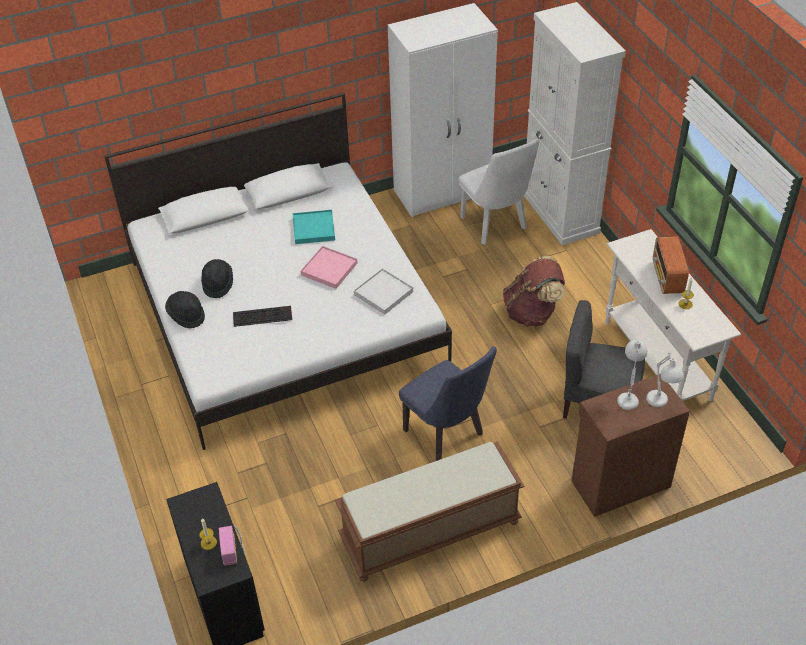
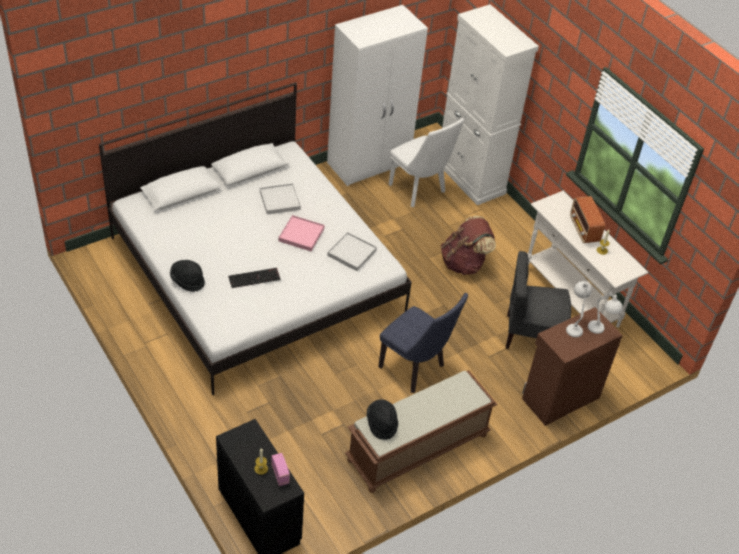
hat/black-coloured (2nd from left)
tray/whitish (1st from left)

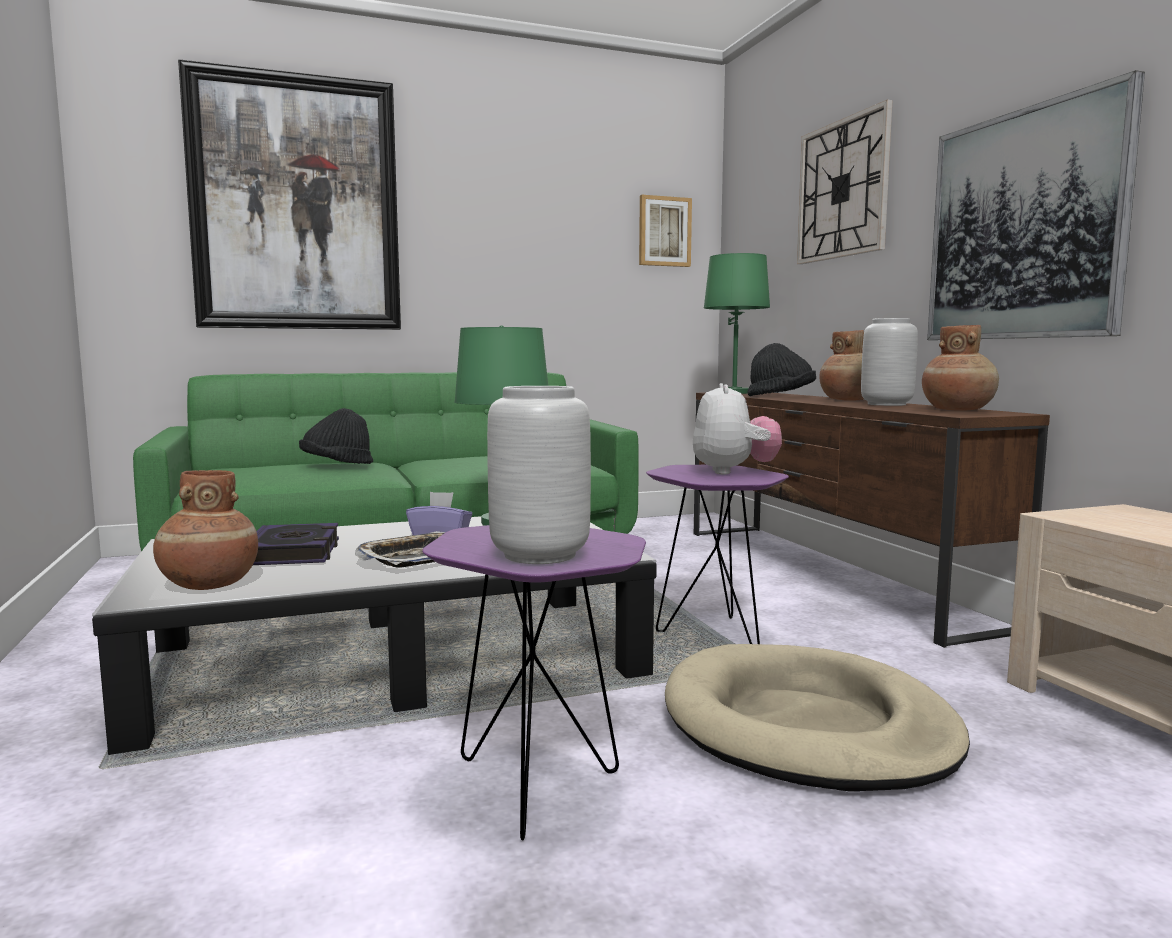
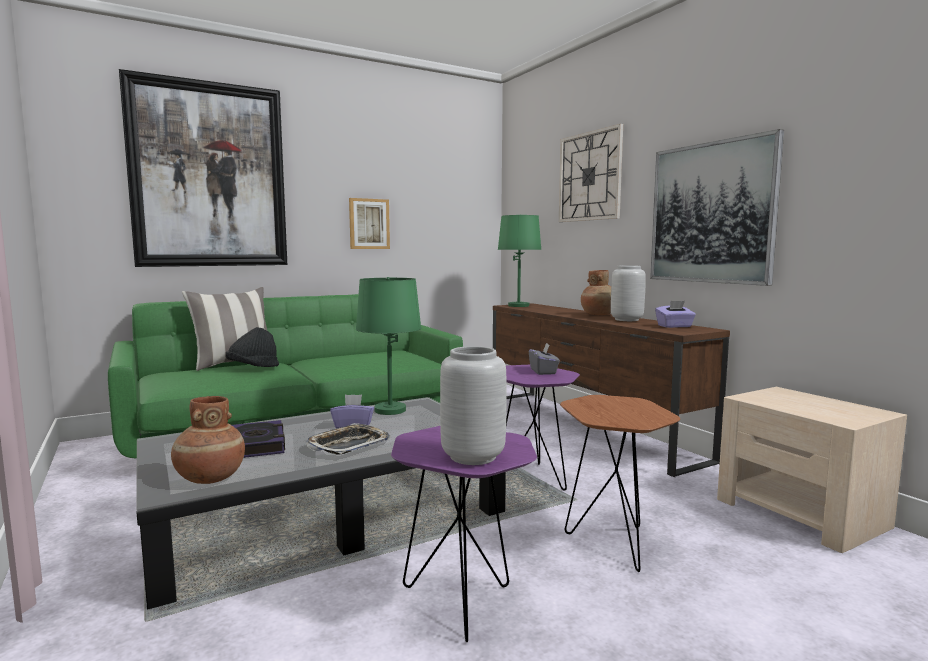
wall art (2nd from left)
end table/brown
tissue holder/gray
hat/black-coloured (2nd from left in the first image)
tissue holder/purple-coloured (2nd from left)
pillow

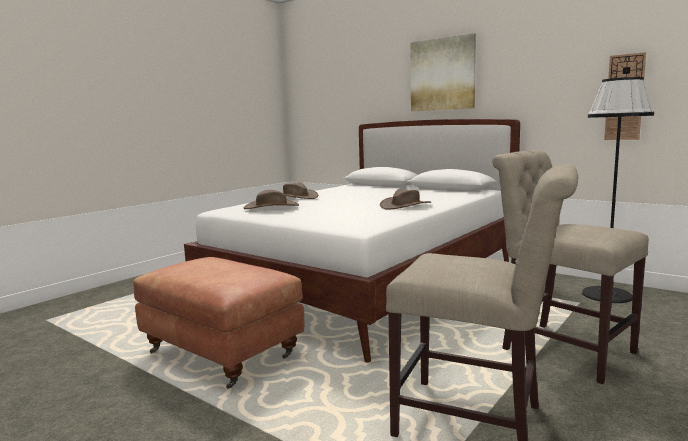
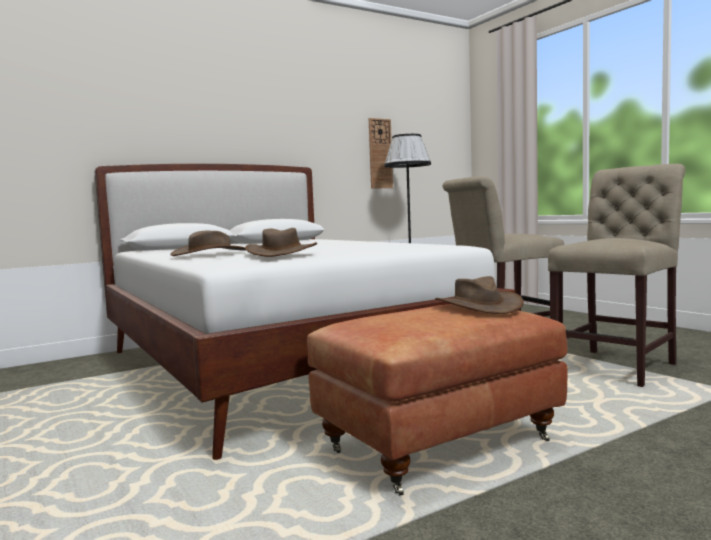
hat/brown (3rd from left)
wall art

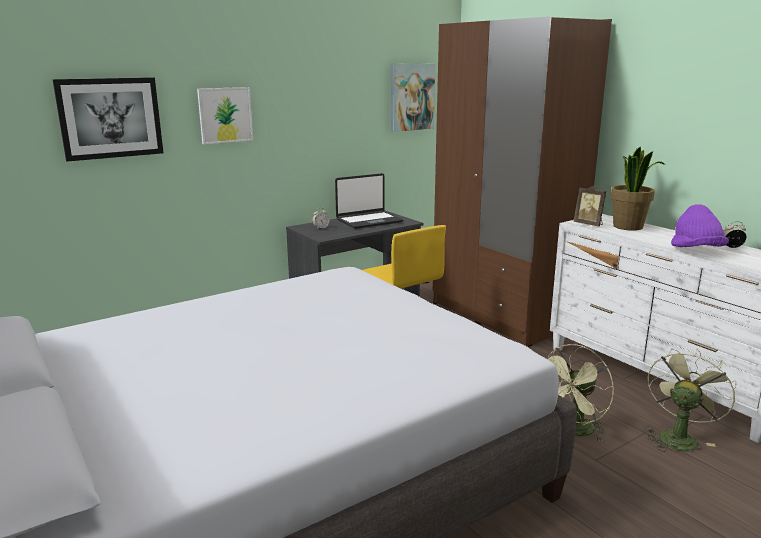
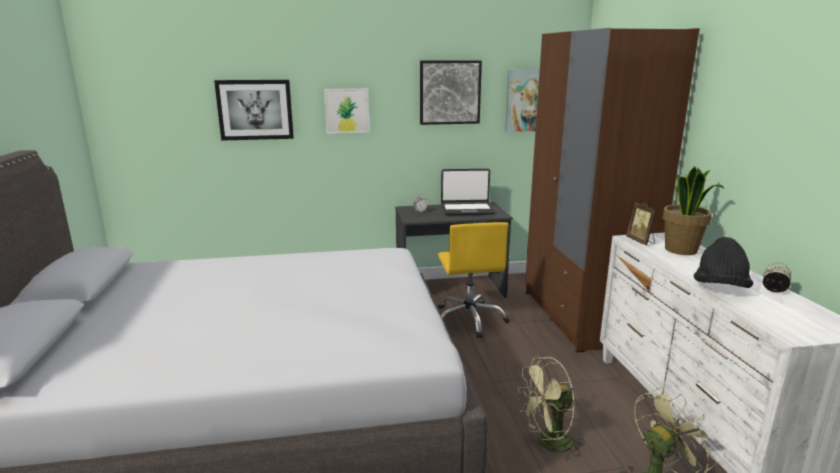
hat/black-coloured
wall art (3rd from left)

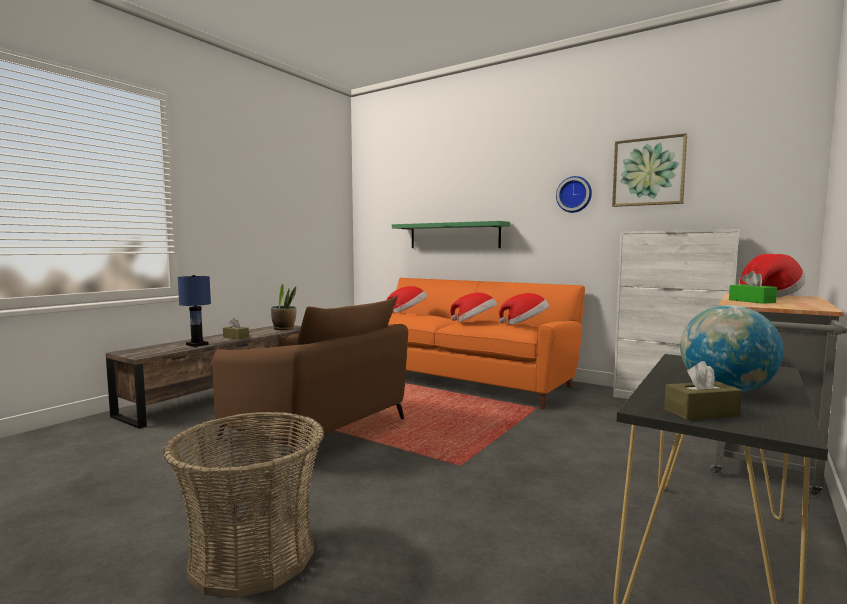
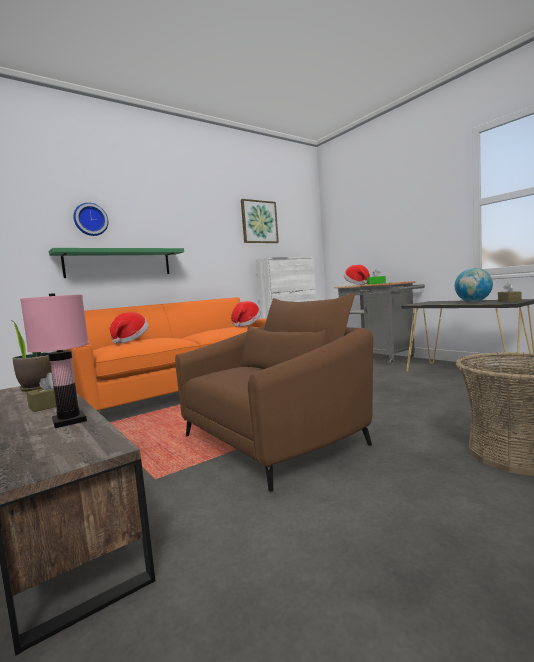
lamp for a table/pinkish
hat (2nd from left in the first image)
clock on the wall

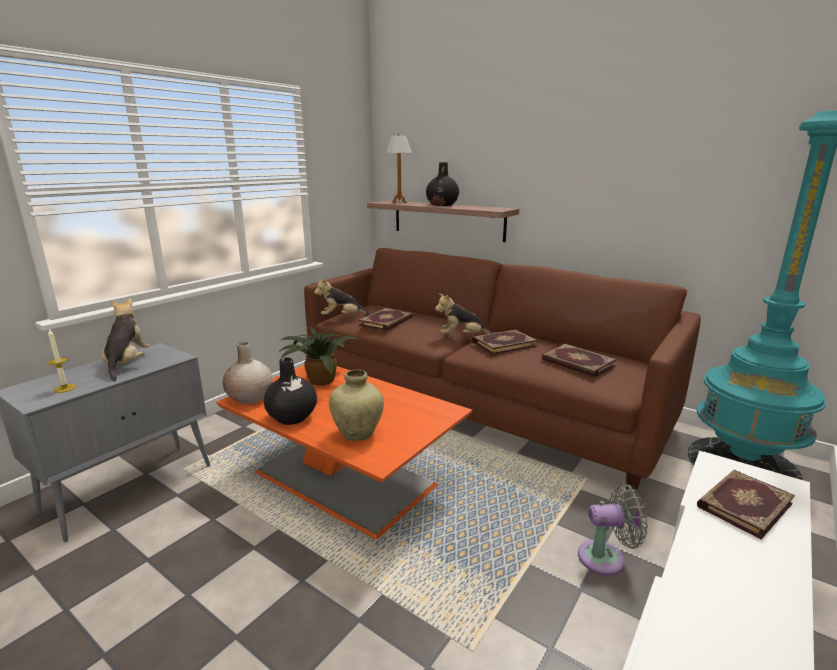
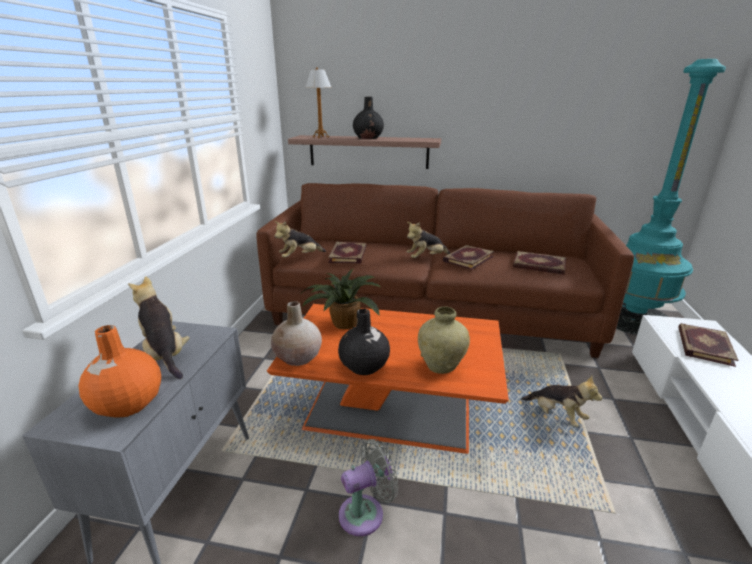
flower vase/orange-coloured
fan/gray
soft toy (4th from left)

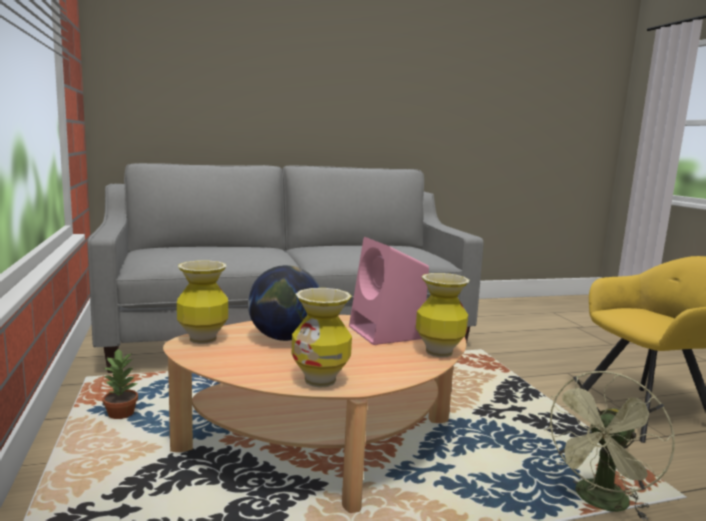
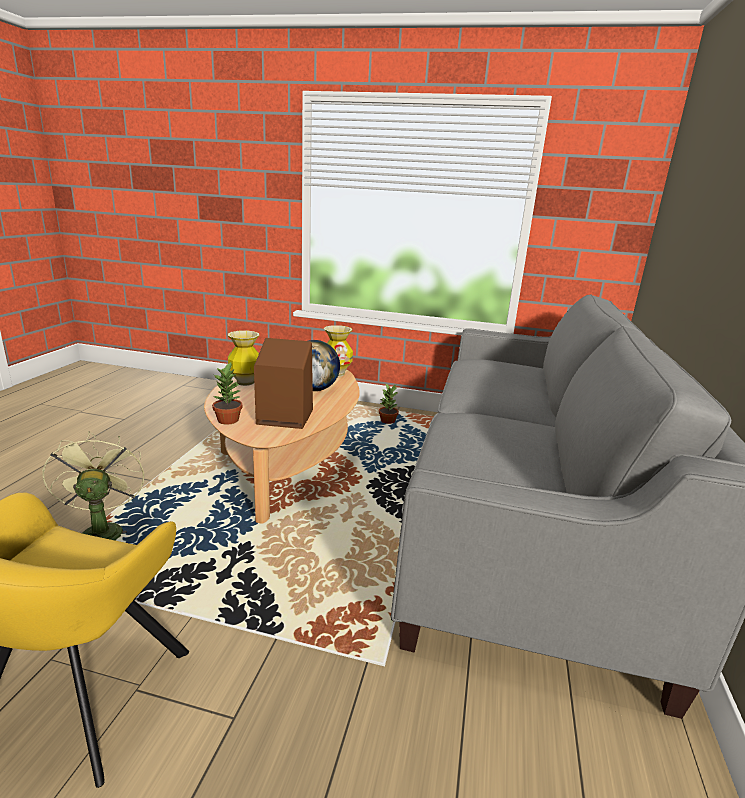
speaker/brown
houseplant (1st from left)

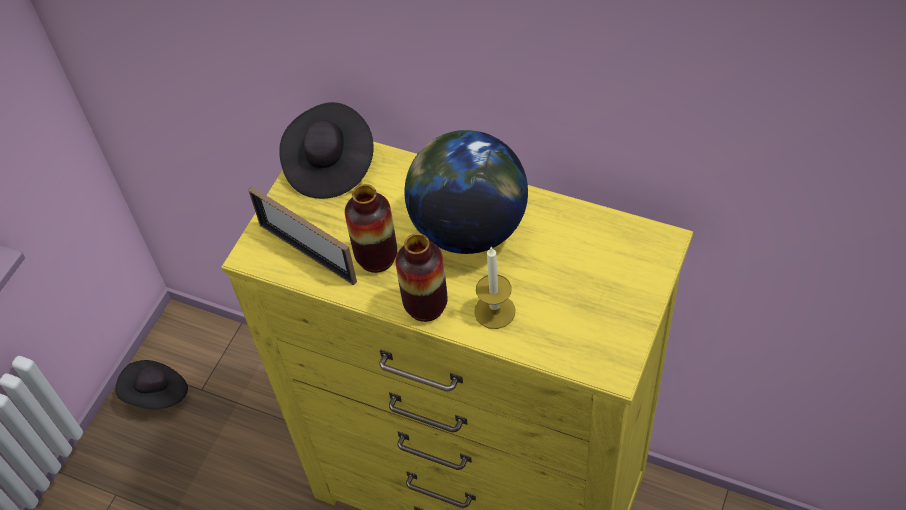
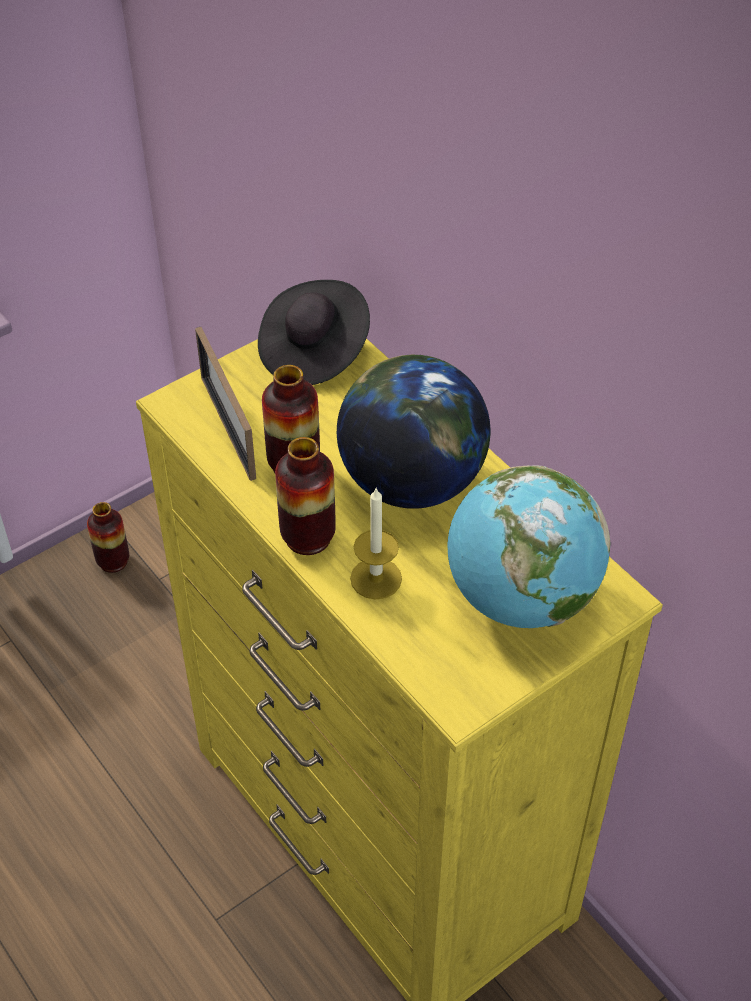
flower vase (1st from left)
globe (2nd from left)

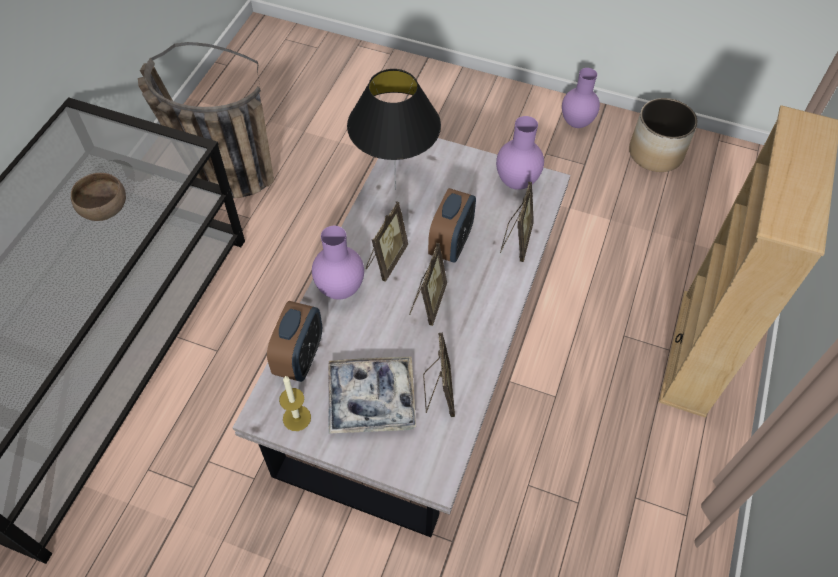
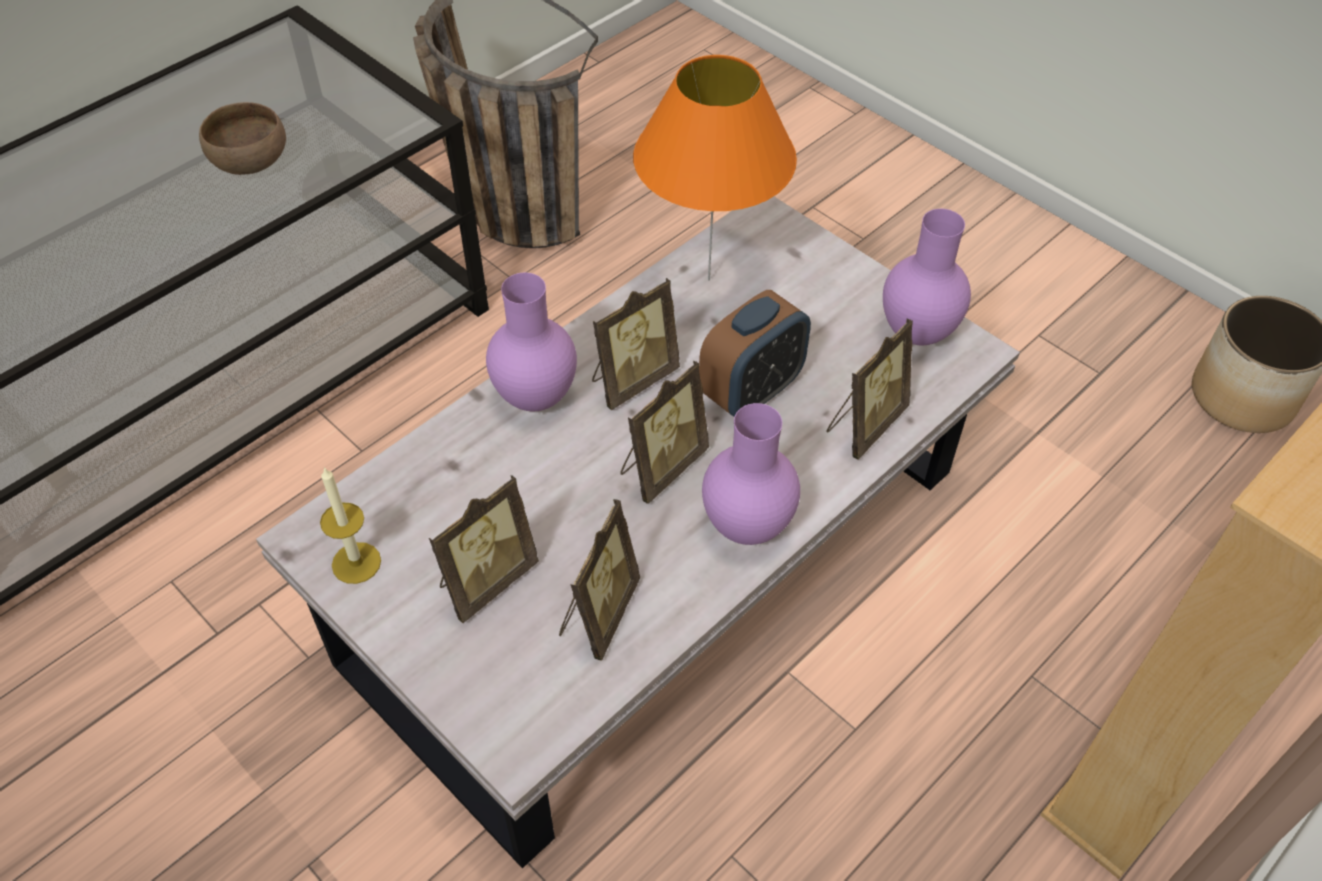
alarm clock (1st from left in the first image)
picture frame (1st from left)
lamp for a table/orange-coloured
flower vase/purple-coloured (2nd from left)

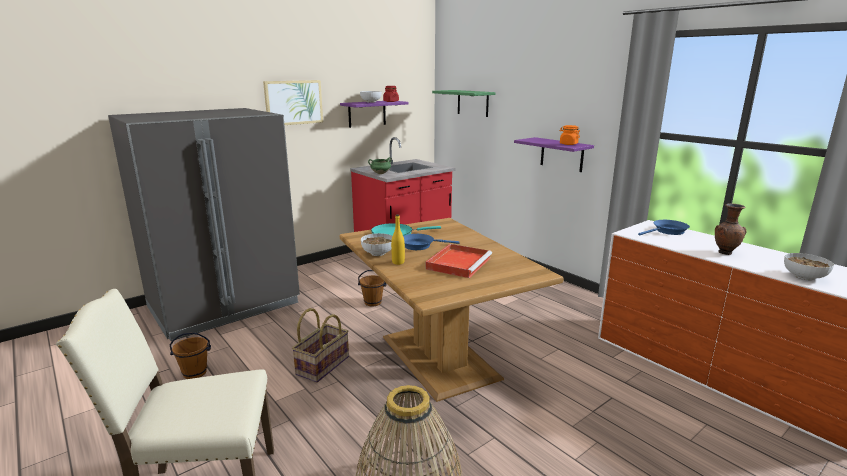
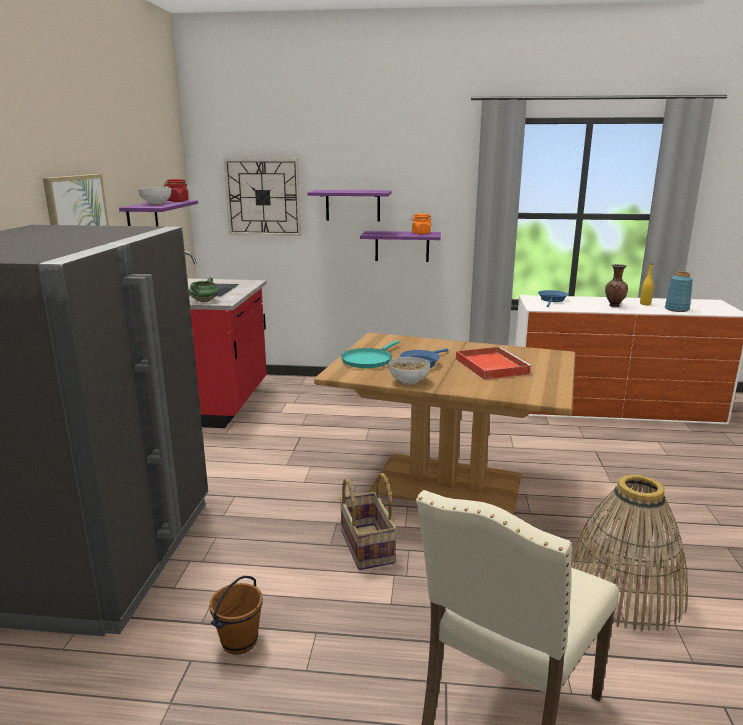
bucket/brown (2nd from left in the first image)
beverage bottle/yellow-coloured
clock on the wall
flower vase/blue
shelf/purple-coloured (2nd from left)

